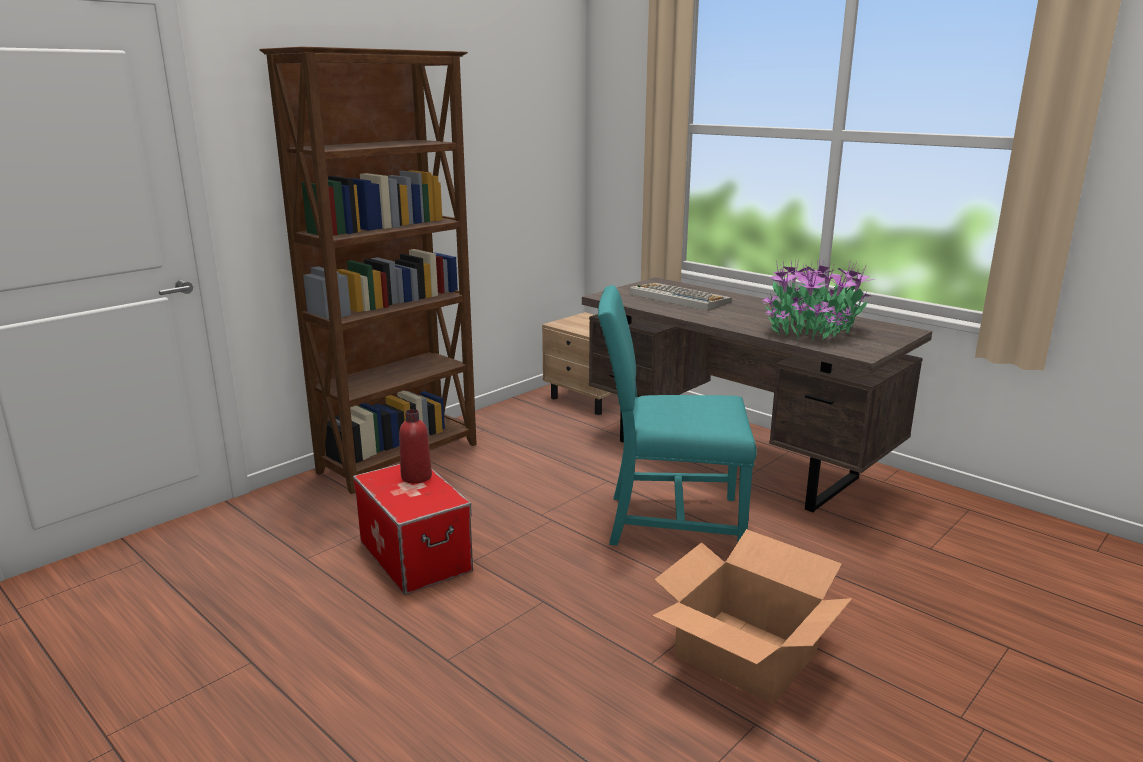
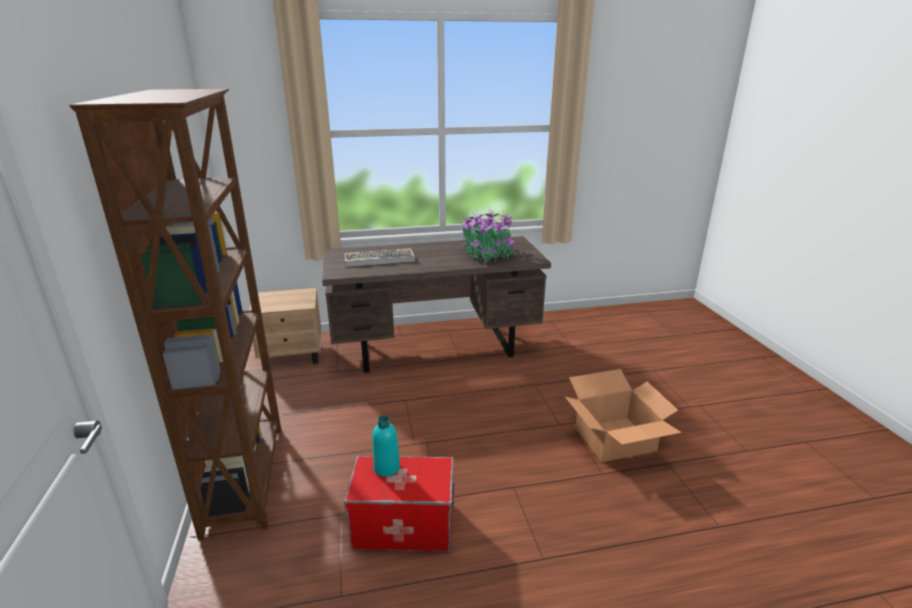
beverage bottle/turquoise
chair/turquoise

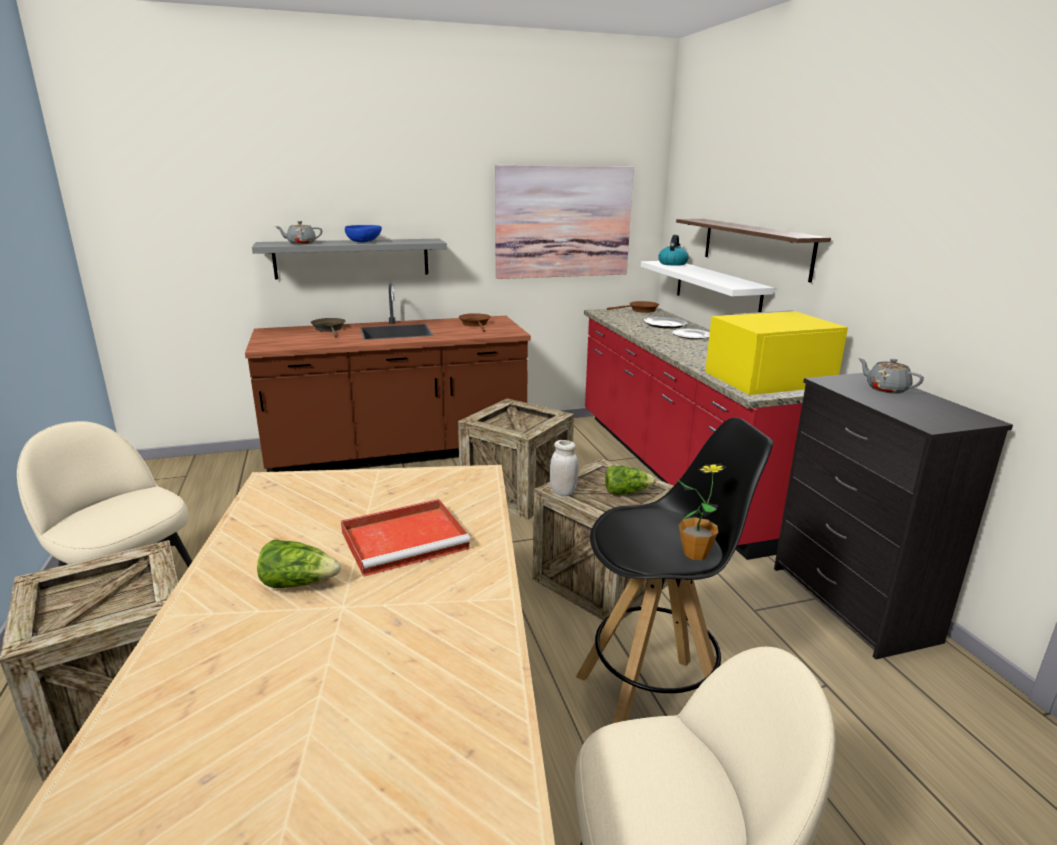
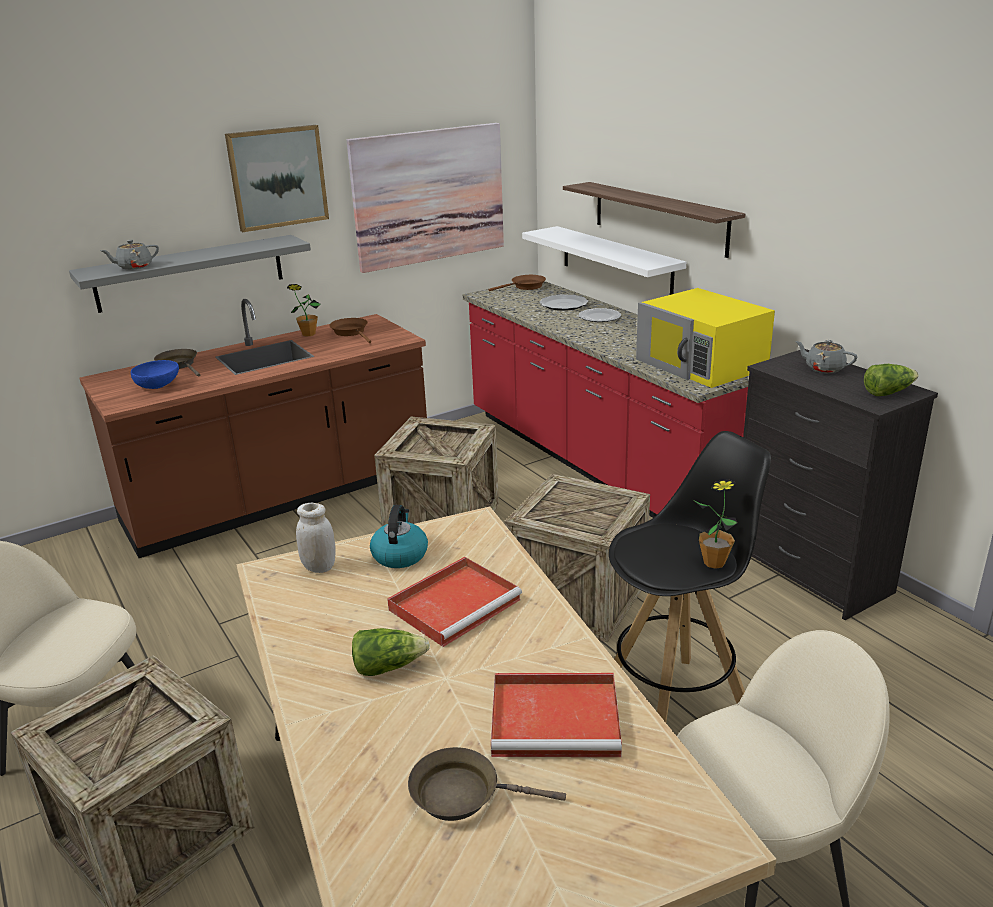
deep dish/blue
storage jar/whitish
lettuce head (2nd from left)
kettle
kitchen microwave/yellow-coloured
wall art (1st from left)
houseplant (1st from left)
frying pan/brown (3rd from left)
tray/red-coloured (2nd from left)

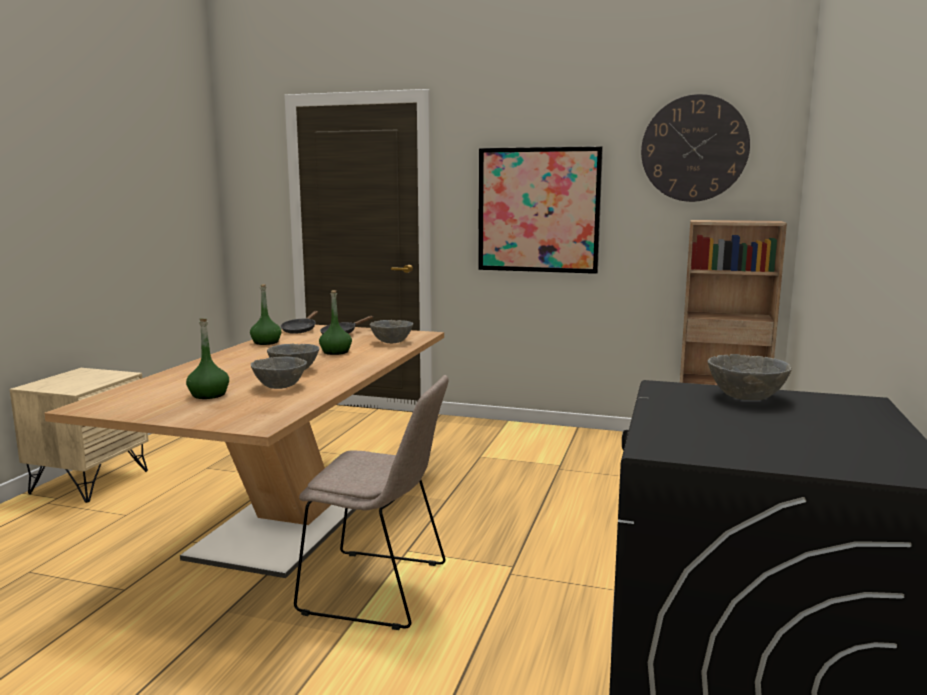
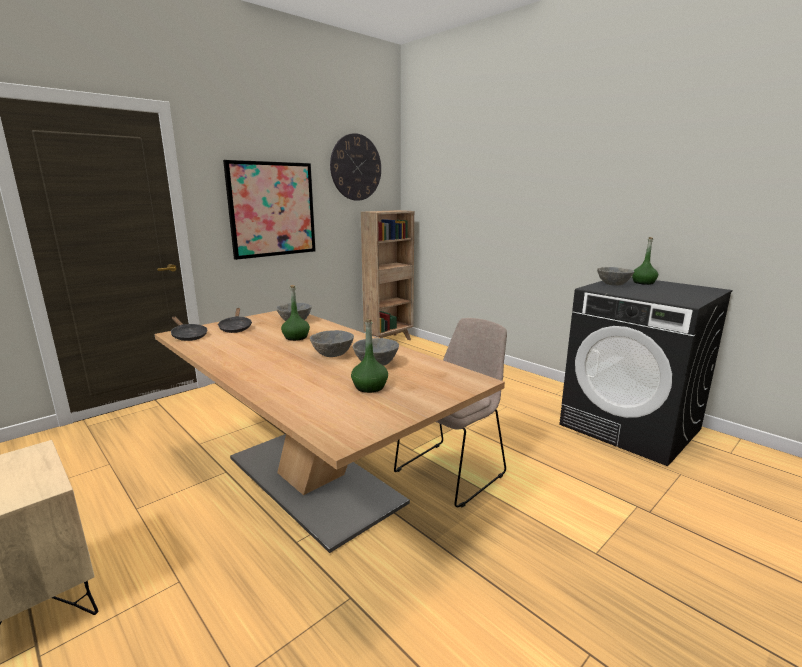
beverage bottle/greenish (3rd from left)

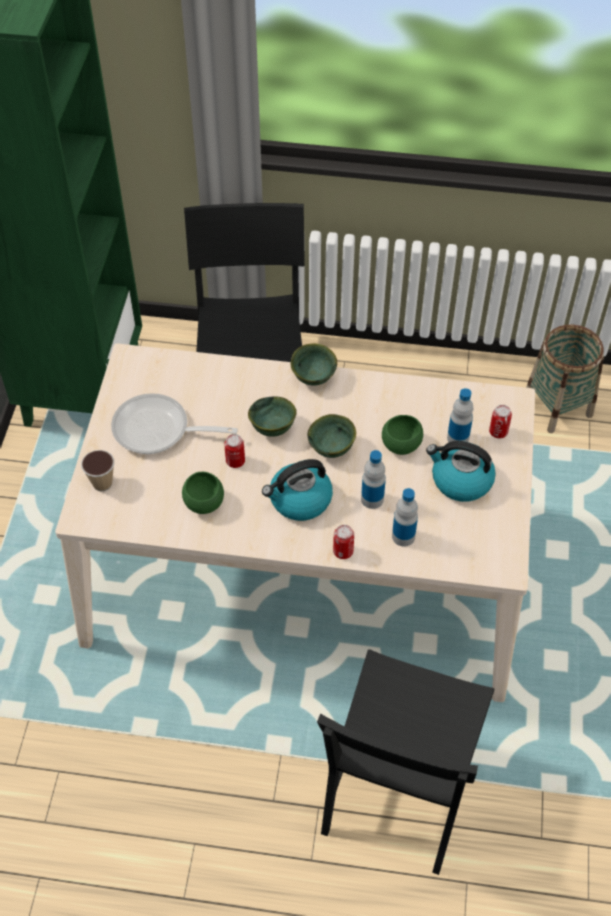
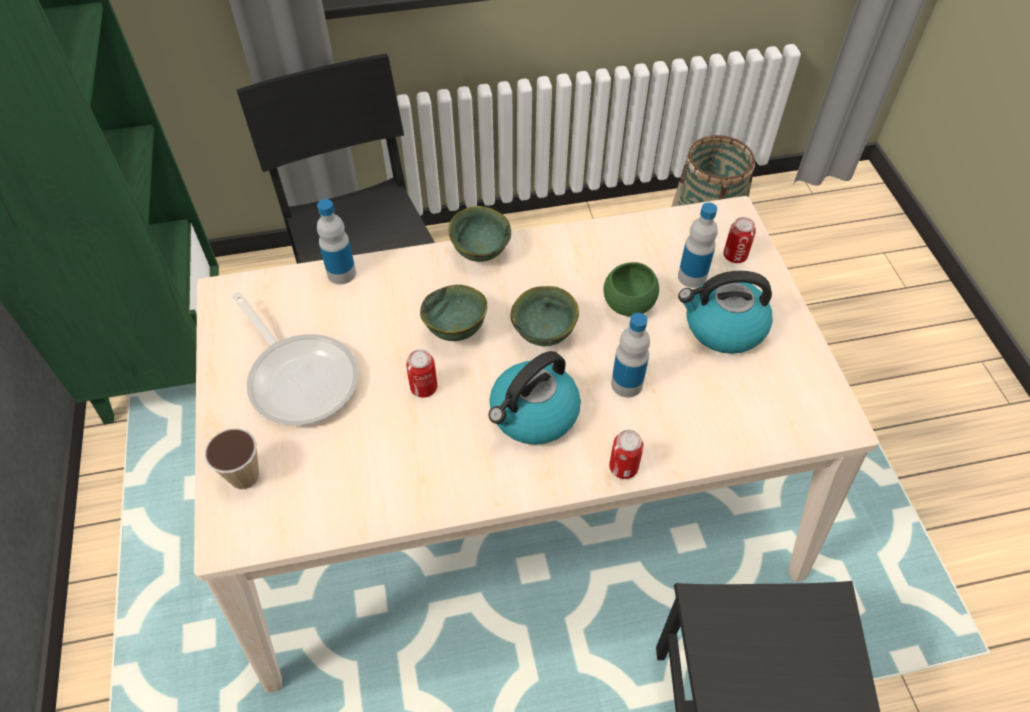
frying pan
deep dish/greenish (1st from left in the first image)
beverage bottle (1st from left)

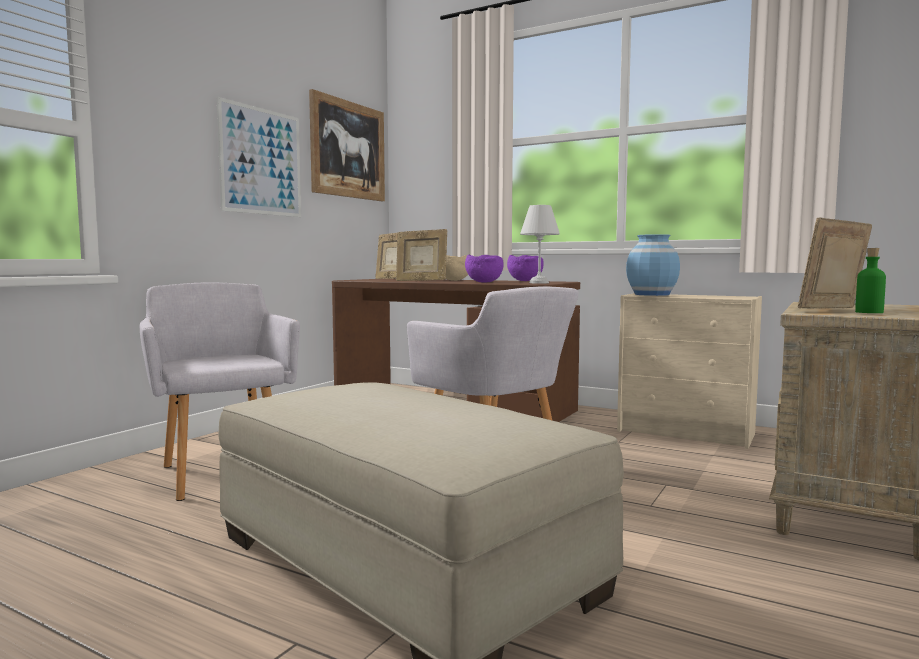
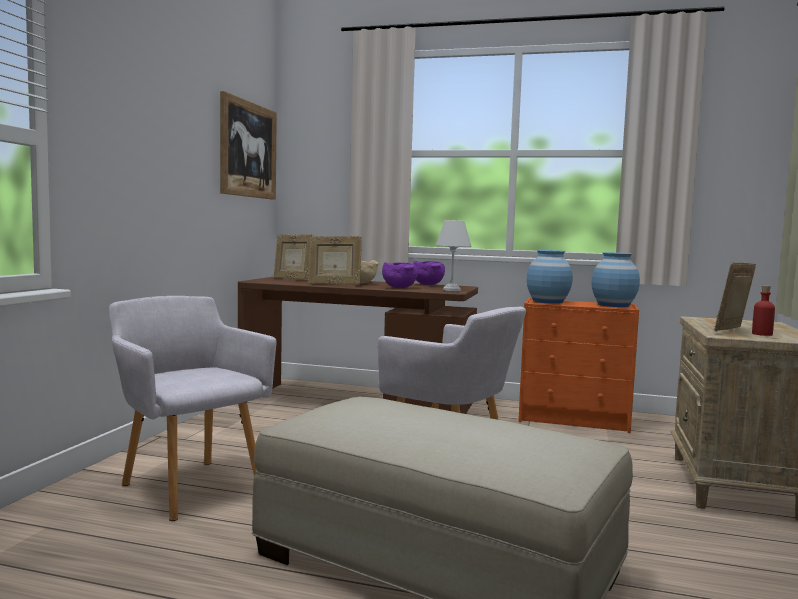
wall art (1st from left in the first image)
dresser/orange-coloured
beverage bottle/red-coloured
flower vase/blue (2nd from left)

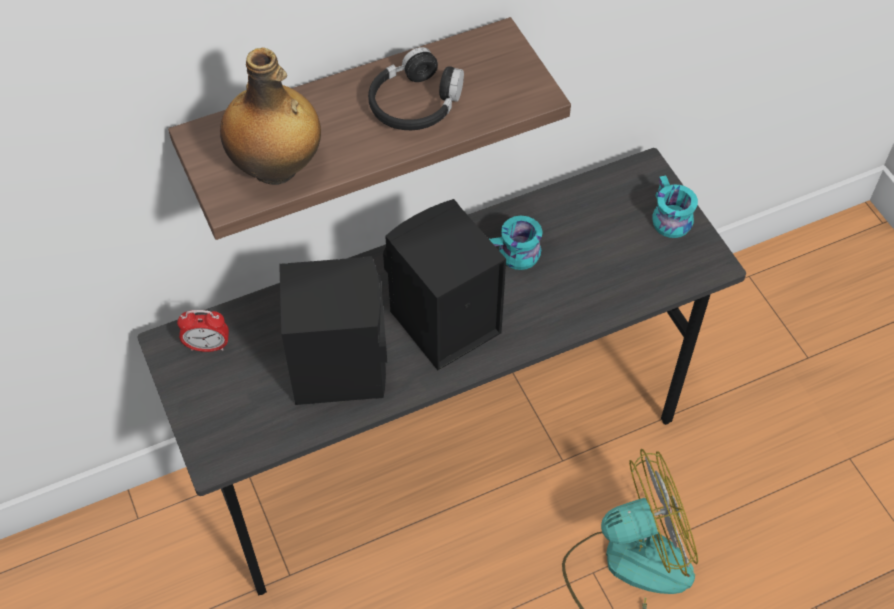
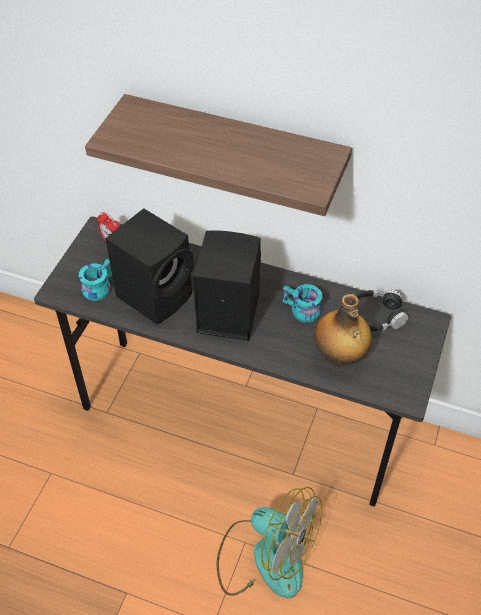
beverage bottle
headset/black-coloured
tea mug/turquoise (1st from left)

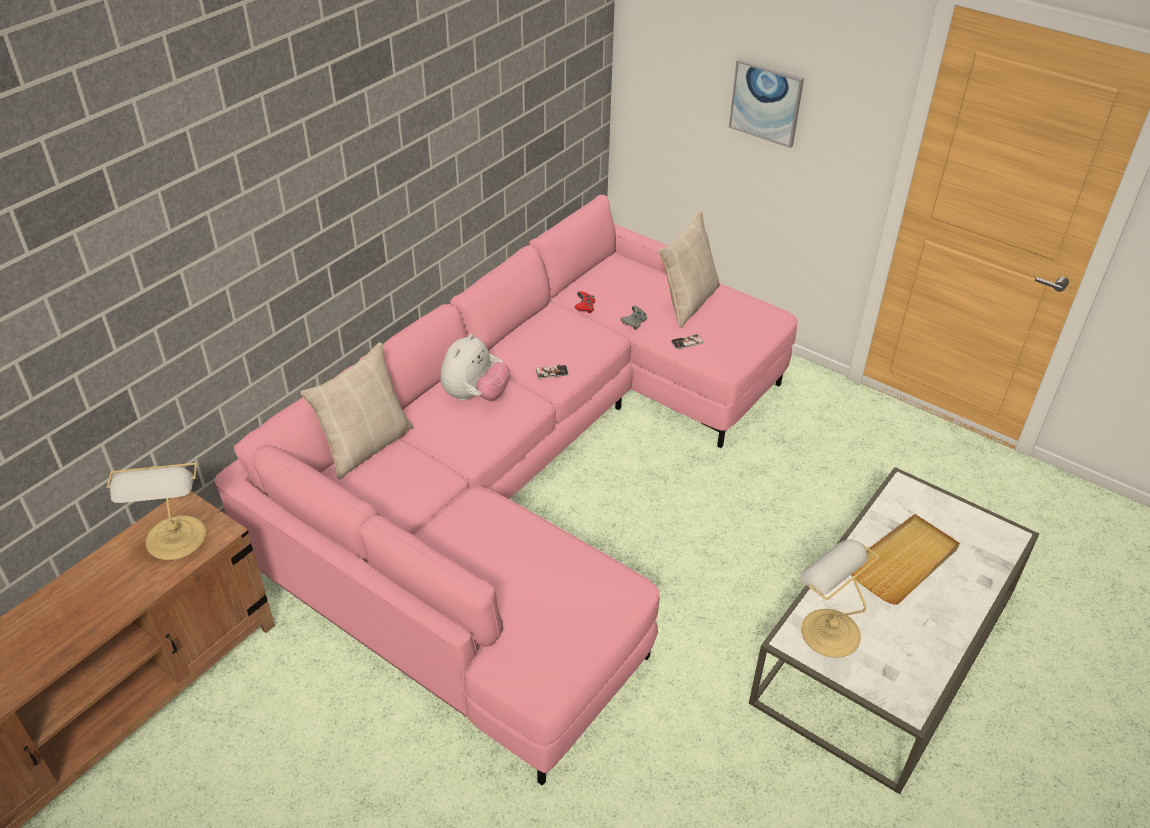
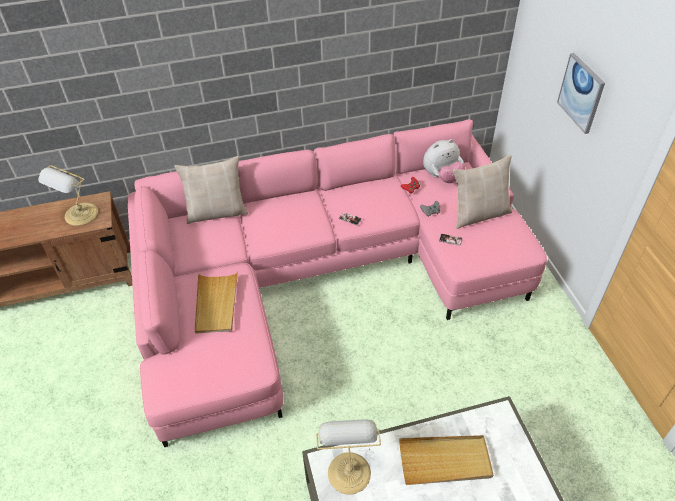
soft toy
tray/beige-coloured (1st from left)

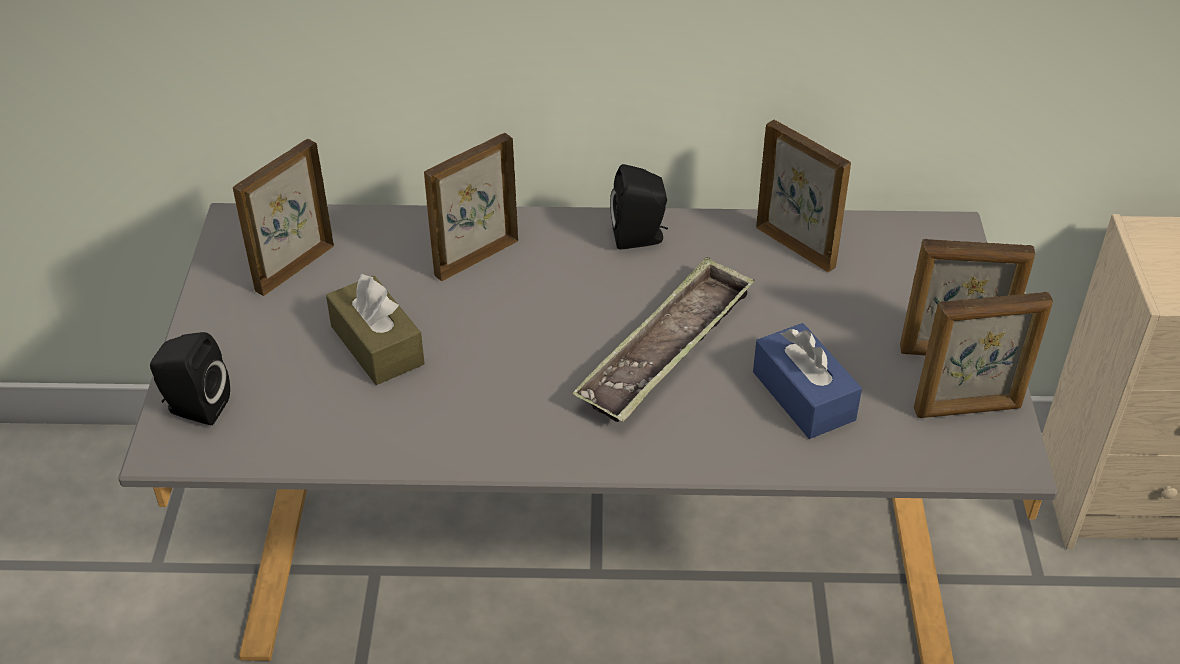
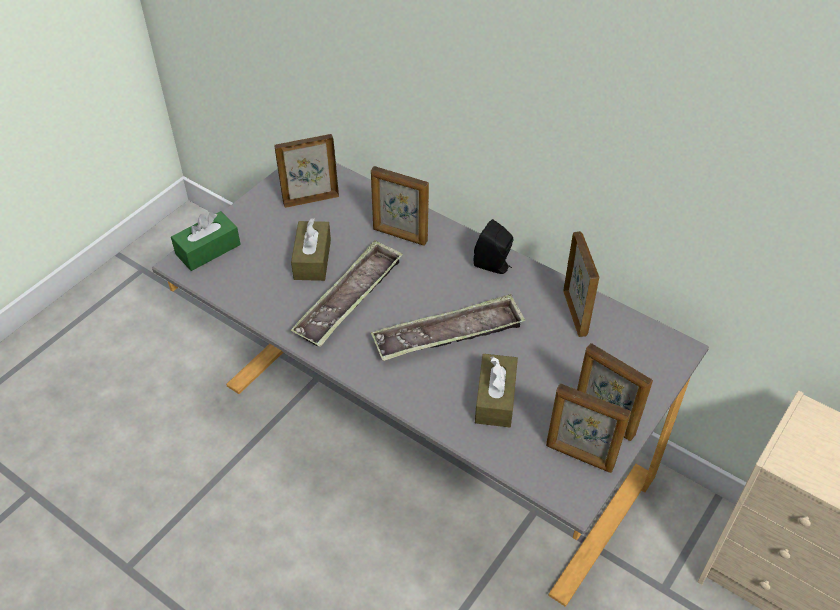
tissue holder/greenish
picture frame (2nd from left)
tissue holder/brown (2nd from left)
tray (1st from left)

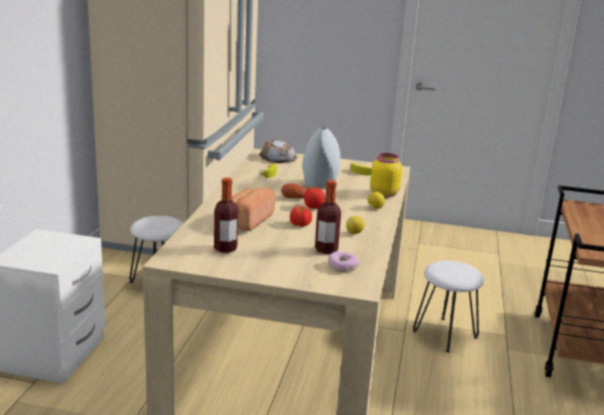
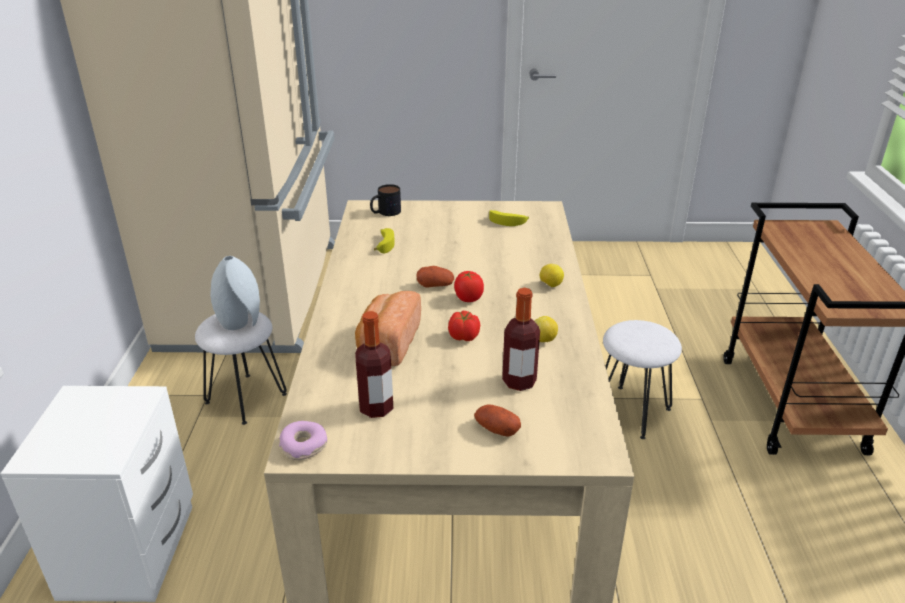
tea mug
flower vase/gray
donut
storage jar/yellow-coloured
potato (2nd from left)

